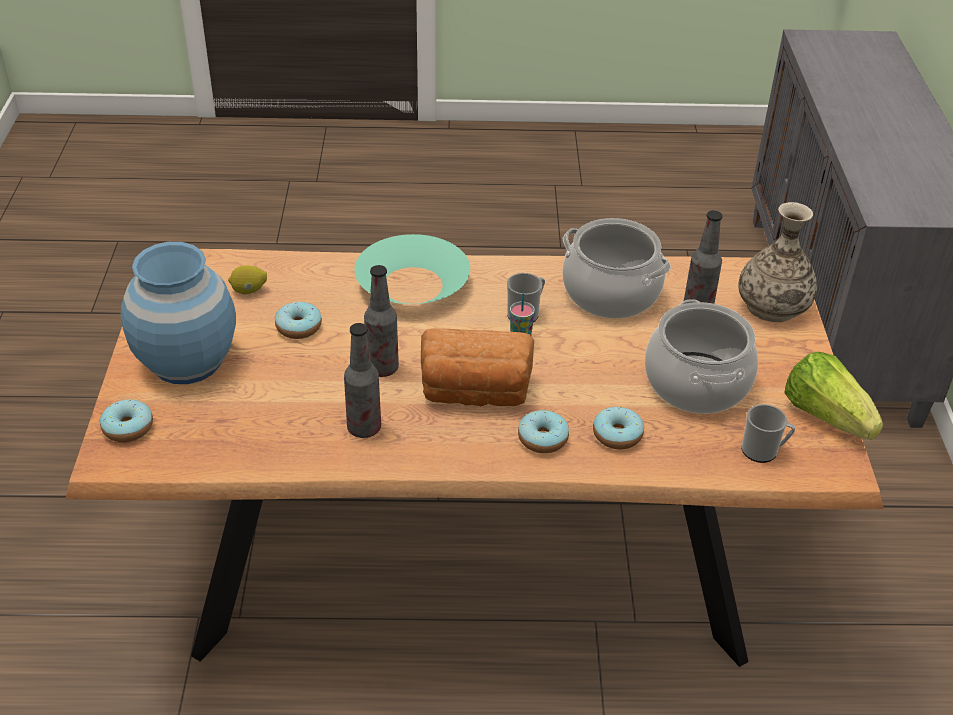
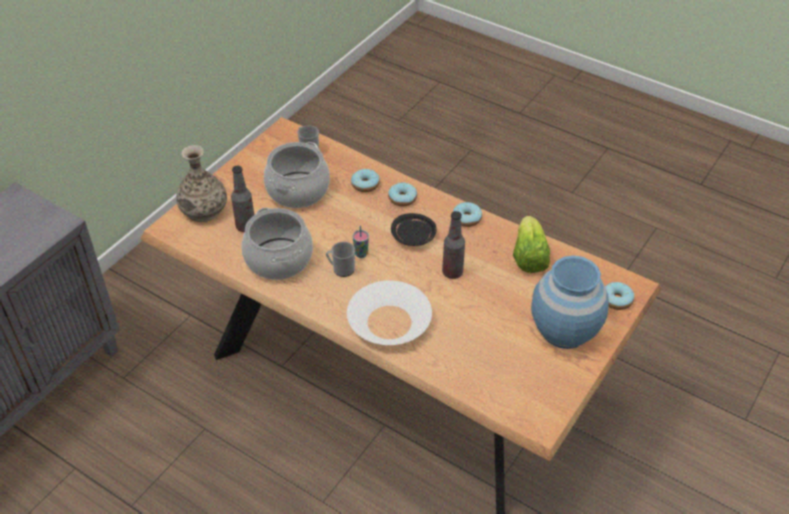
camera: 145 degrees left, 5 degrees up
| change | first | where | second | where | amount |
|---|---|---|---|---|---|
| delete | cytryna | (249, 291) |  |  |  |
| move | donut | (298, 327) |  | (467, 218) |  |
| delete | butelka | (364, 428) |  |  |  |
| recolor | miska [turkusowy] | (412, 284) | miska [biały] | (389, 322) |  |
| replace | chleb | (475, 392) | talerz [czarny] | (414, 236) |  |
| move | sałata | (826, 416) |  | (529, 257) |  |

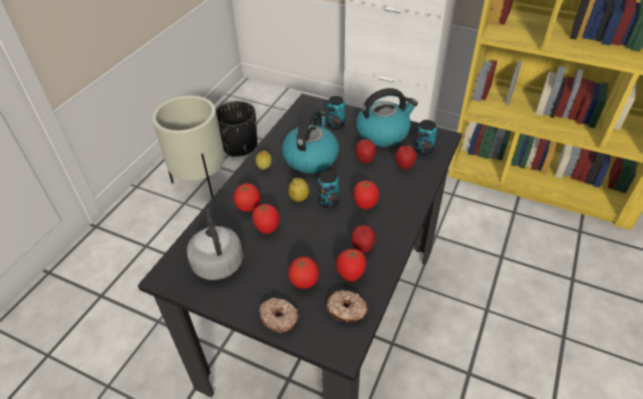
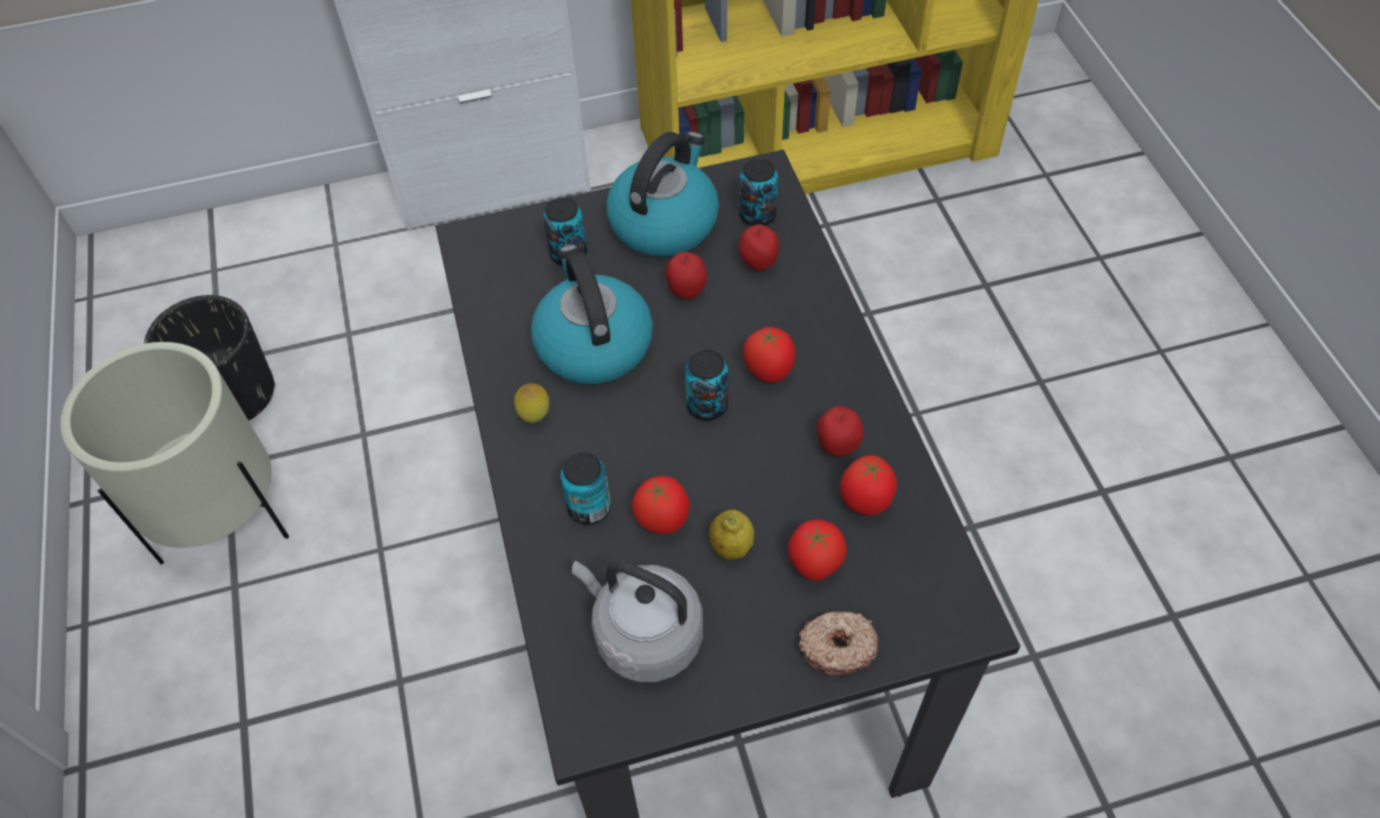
camera: 40 degrees left, 10 degrees up
| change | first | where | second | where | amount |
|---|---|---|---|---|---|
| replace | pomidor | (248, 208) | puszka | (589, 507) |  |
| move | cytryna | (299, 198) |  | (731, 547) |  |
| delete | donut | (346, 310) |  |  |  |

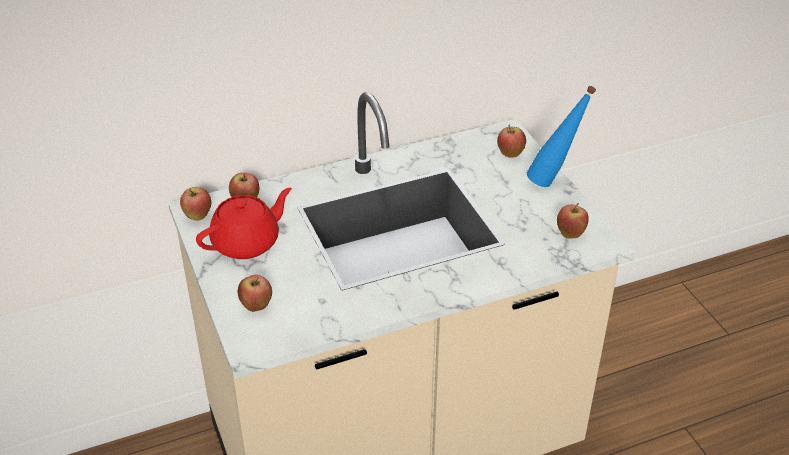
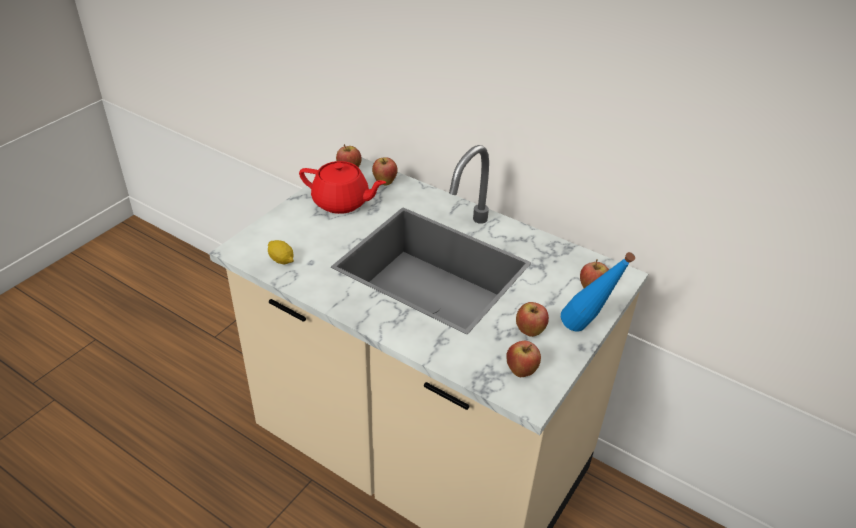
camera: 55 degrees right, 0 degrees up
| change | first | where | second | where | amount |
|---|---|---|---|---|---|
| move | jabłko | (256, 306) |  | (530, 332) |  |
| insert |  |  | cytryna | (281, 260) |  |

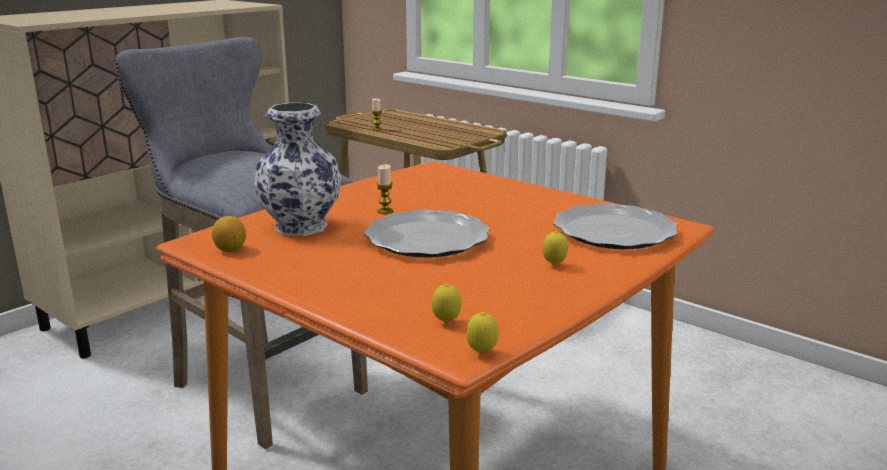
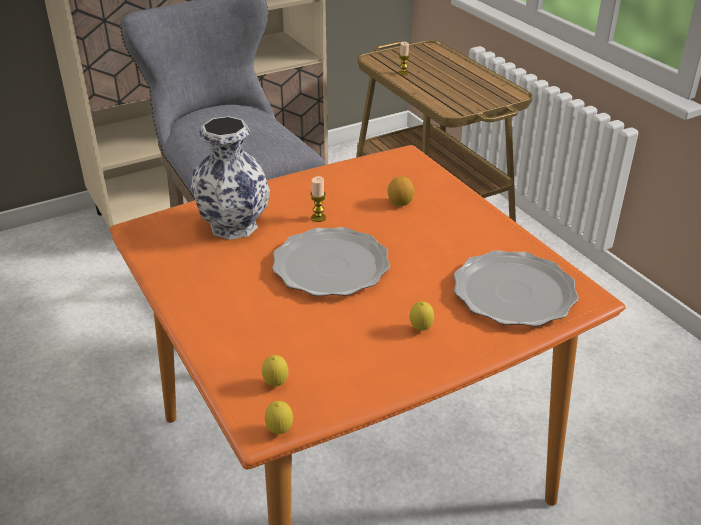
camera: 20 degrees right, 15 degrees up
| change | first | where | second | where | amount |
|---|---|---|---|---|---|
| move | cytryna | (230, 249) |  | (400, 203) |  |

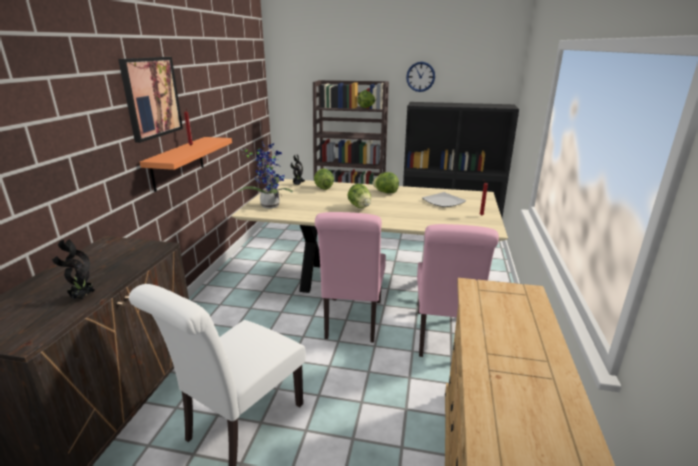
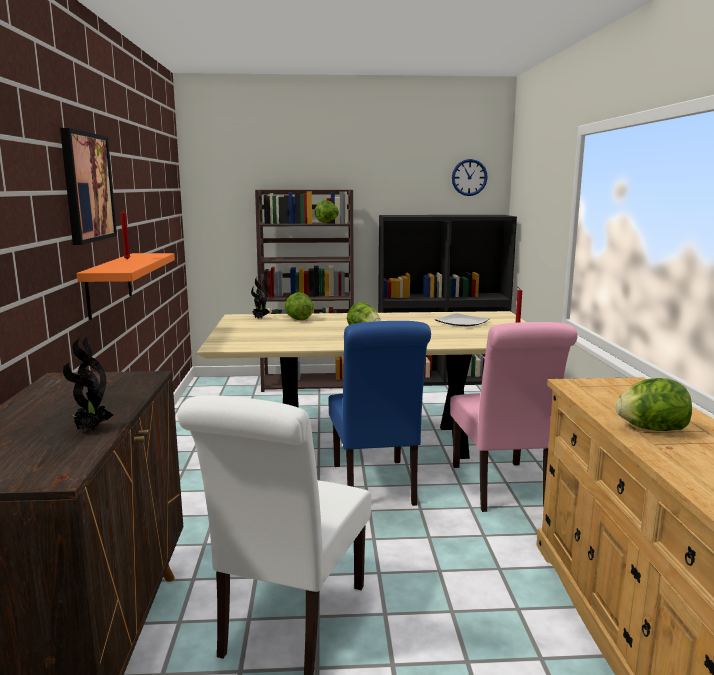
camera: 15 degrees left, 10 degrees down
| change | first | where | second | where | amount |
|---|---|---|---|---|---|
| delete | roślina doniczkowa | (270, 205) |  |  |  |
| recolor | krzesło [różowy] | (352, 322) | krzesło [niebieski] | (375, 487) |  |
| move | sałata | (385, 192) |  | (651, 429) |  |
| move | zegar ścienny | (420, 76) |  | (469, 177) |  |

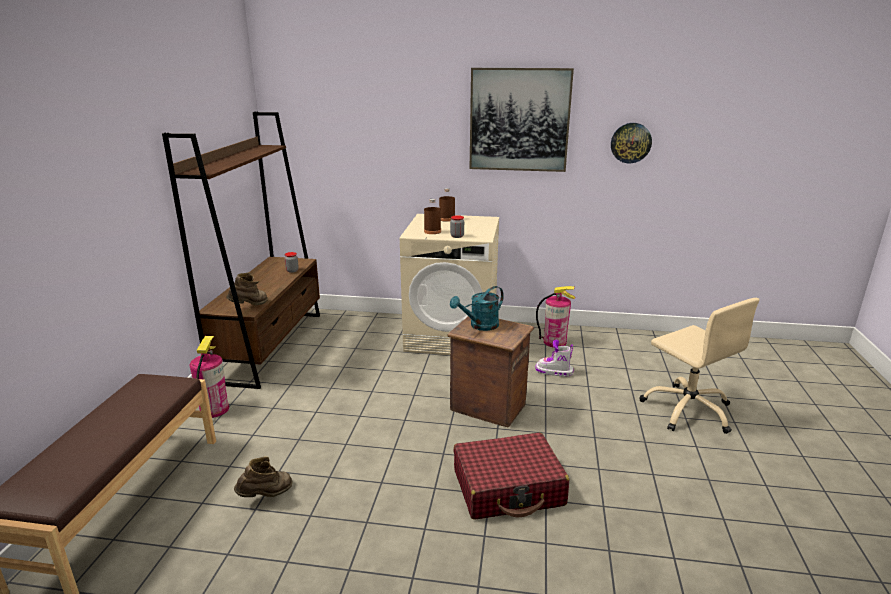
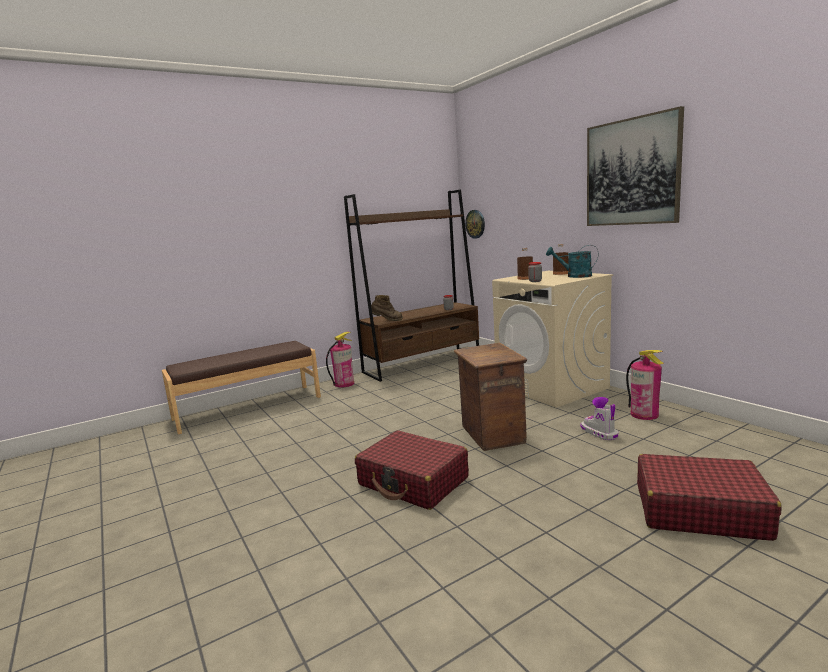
camera: 50 degrees right, 10 degrees down
| change | first | where | second | where | amount |
|---|---|---|---|---|---|
| delete | but z cholewką [brązowy] | (266, 495) |  |  |  |
| move | konewka [turkusowy] | (480, 326) |  | (574, 276) |  |
| move | zegar ścienny | (630, 143) |  | (475, 224) |  |
| replace | krzesło biurowe [beżowy] | (688, 410) | walizka [czerwony] | (699, 510) |  |

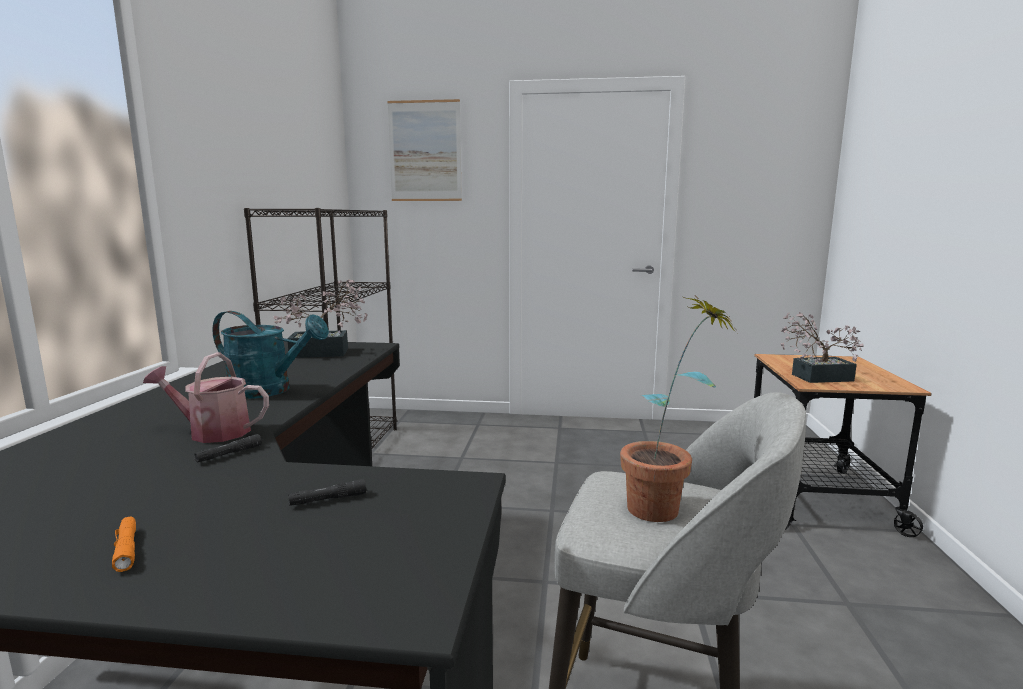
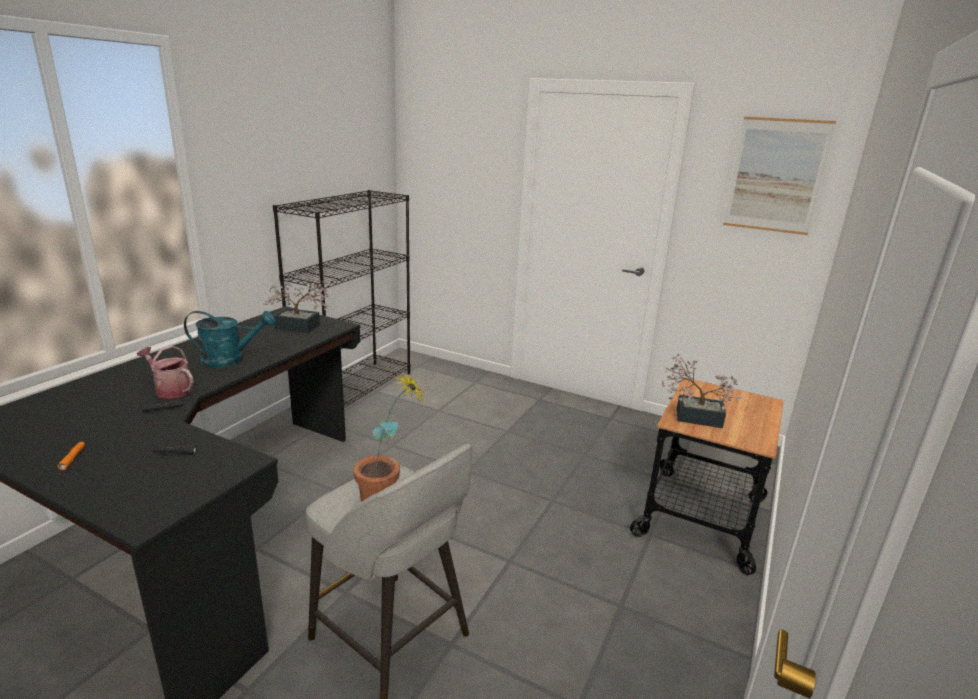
camera: 20 degrees right, 10 degrees up
| change | first | where | second | where | amount |
|---|---|---|---|---|---|
| rotate | konewka [turkusowy] | (269, 391) |  | (230, 360) | 45 degrees counterclockwise |
| move | obraz | (425, 151) |  | (776, 176) |  |

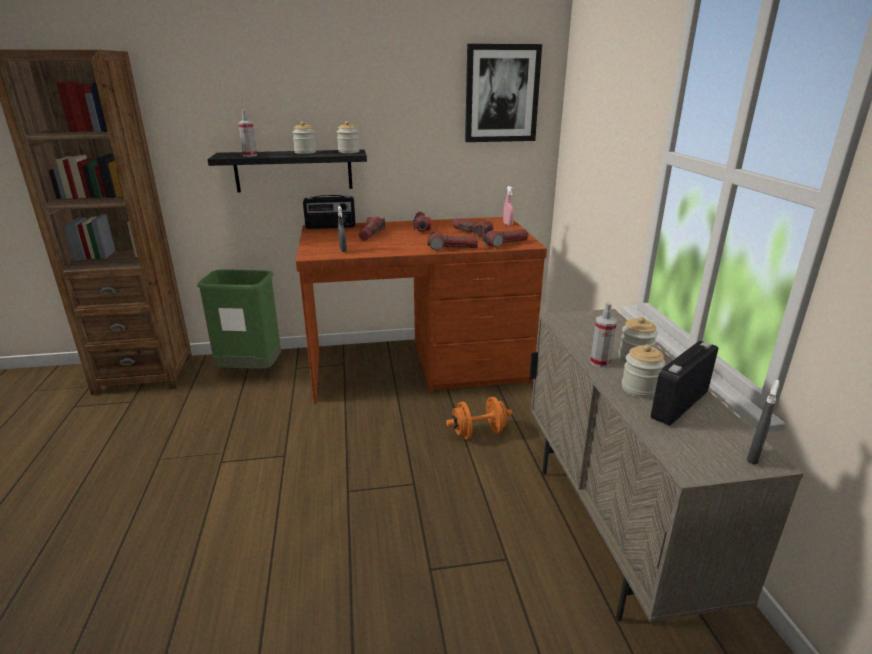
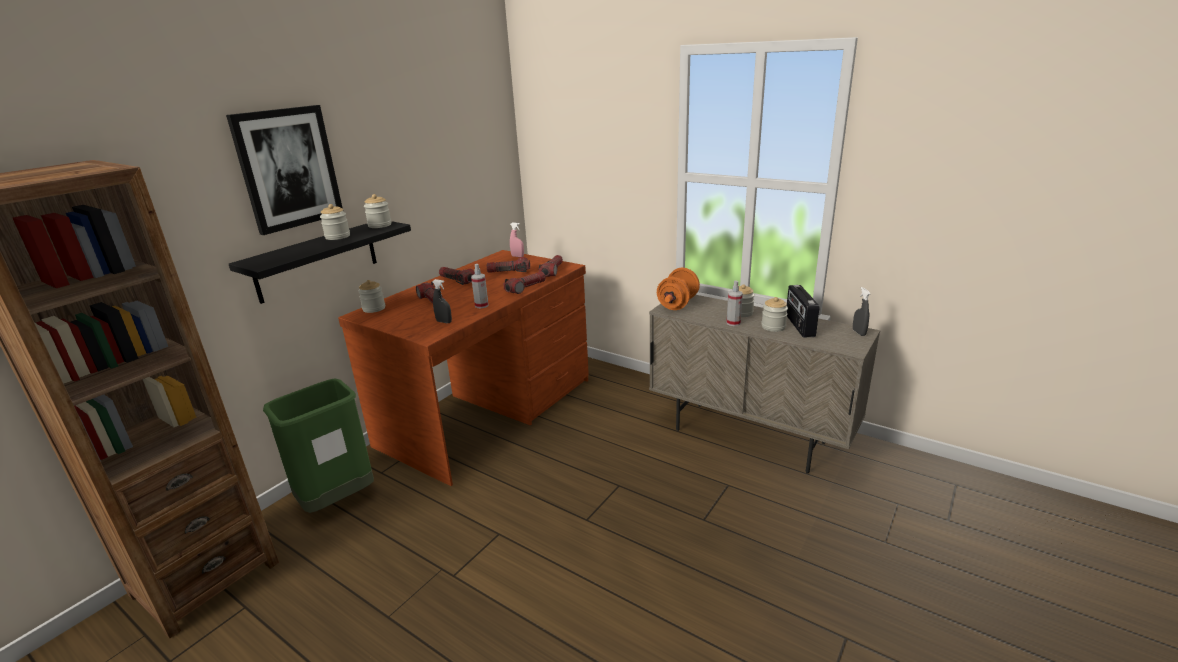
camera: 45 degrees left, 0 degrees up
| change | first | where | second | where | amount |
|---|---|---|---|---|---|
| move | spryskiwacz | (250, 155) |  | (481, 305) |  |
| replace | radio | (330, 227) | słoik | (374, 308) |  |
| move | hantel [pomarańczowy] | (479, 432) |  | (678, 304) |  |
| move | obraz | (501, 94) |  | (288, 168) |  |

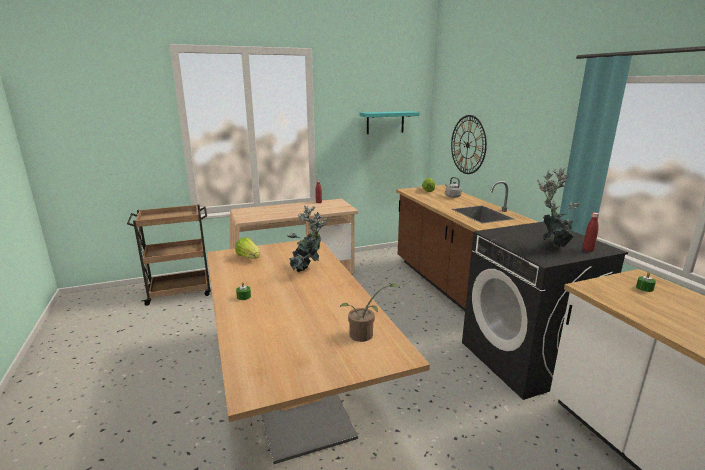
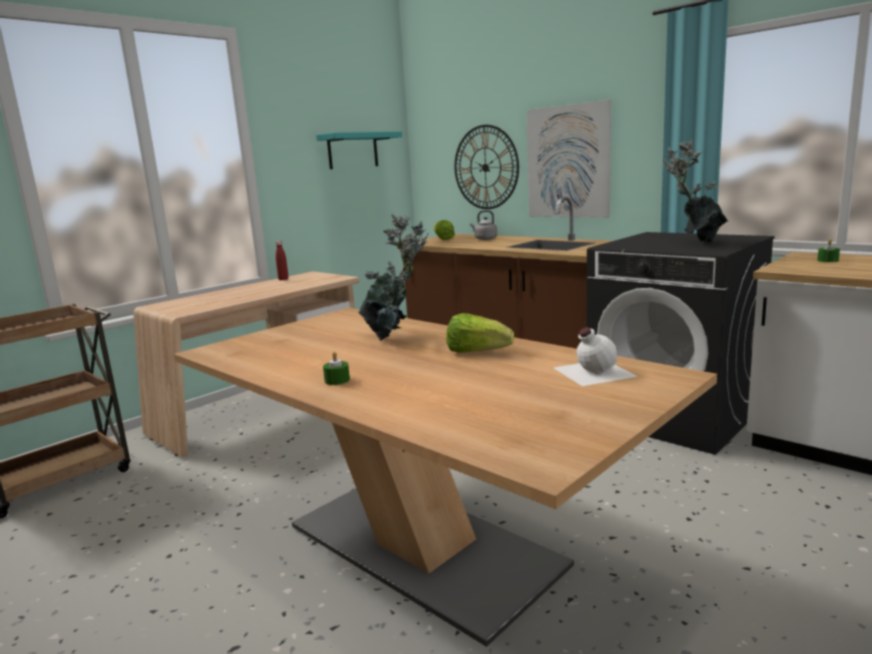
camera: 25 degrees left, 5 degrees down
| change | first | where | second | where | amount |
|---|---|---|---|---|---|
| move | sałata | (249, 257) |  | (477, 352) |  |
| replace | roślina doniczkowa | (364, 335) | butelka [biały] | (592, 371) |  |
| delete | butelka [czerwony] | (588, 250) |  |  |  |
| insert |  |  | obraz | (568, 162) |  |

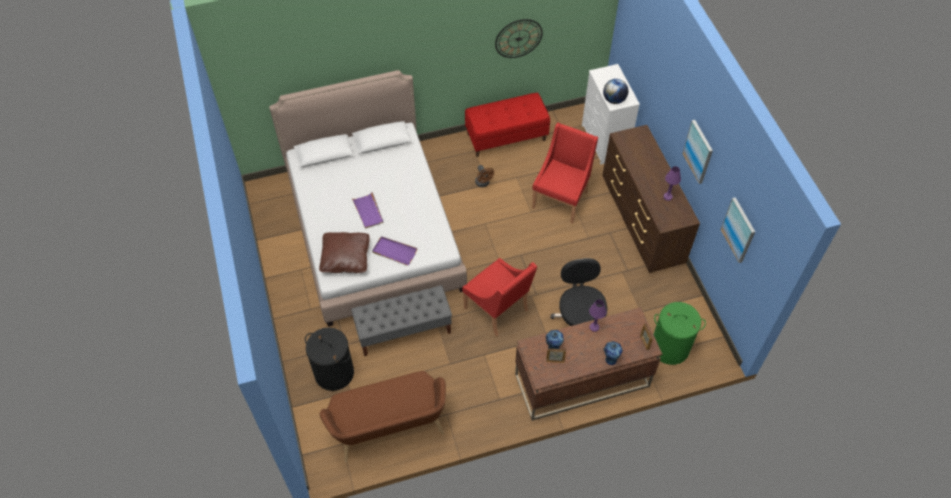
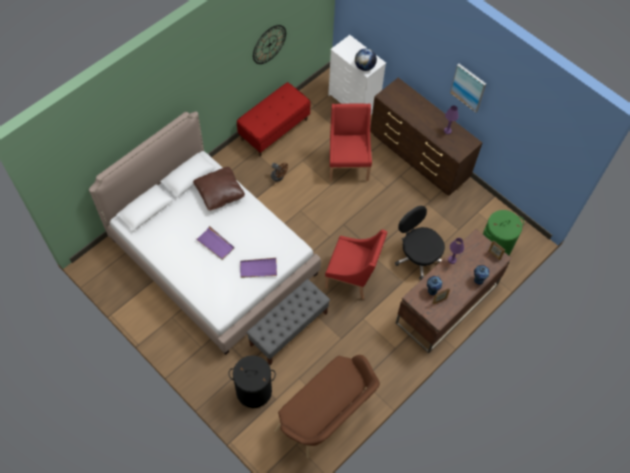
camera: 30 degrees left, 5 degrees up
| change | first | where | second | where | amount |
|---|---|---|---|---|---|
| move | poduszka [brązowy] | (345, 258) |  | (219, 193) |  |
| delete | obraz | (738, 230) |  |  |  |

